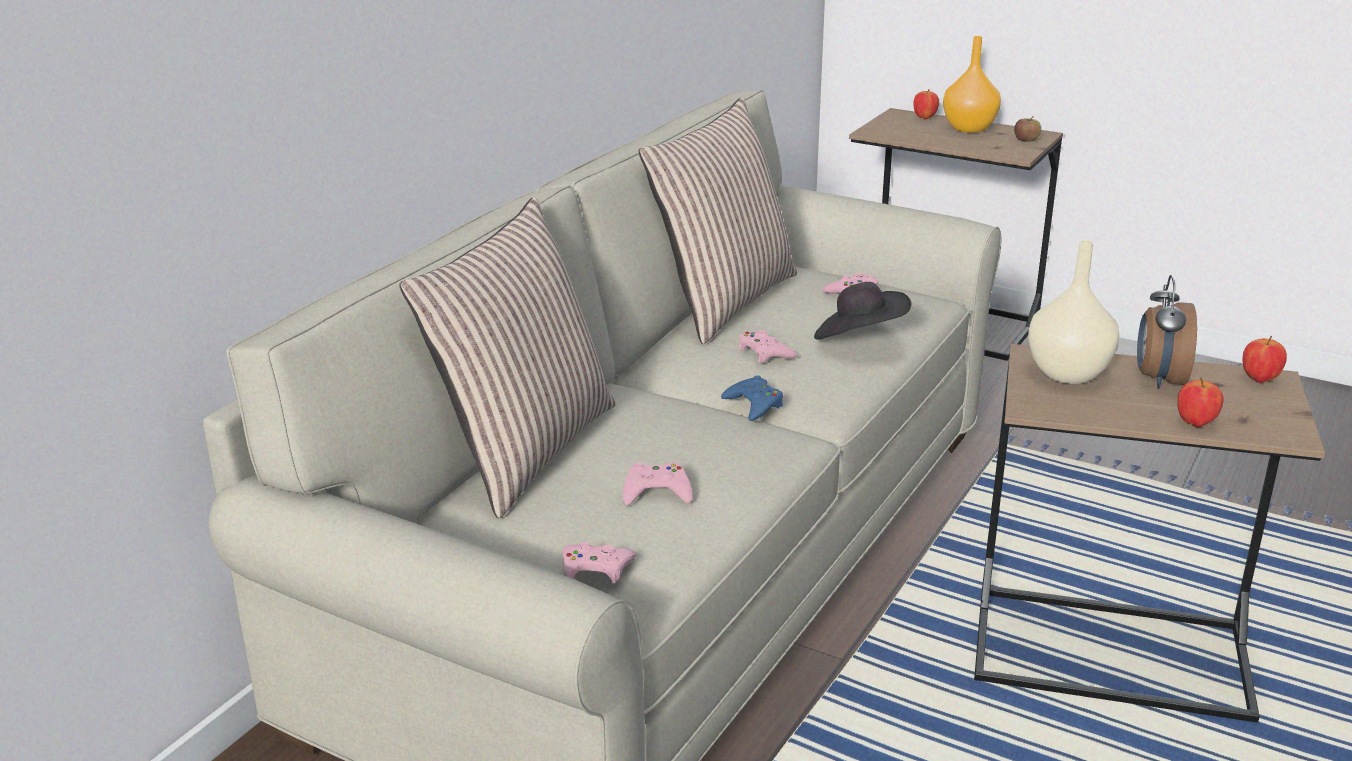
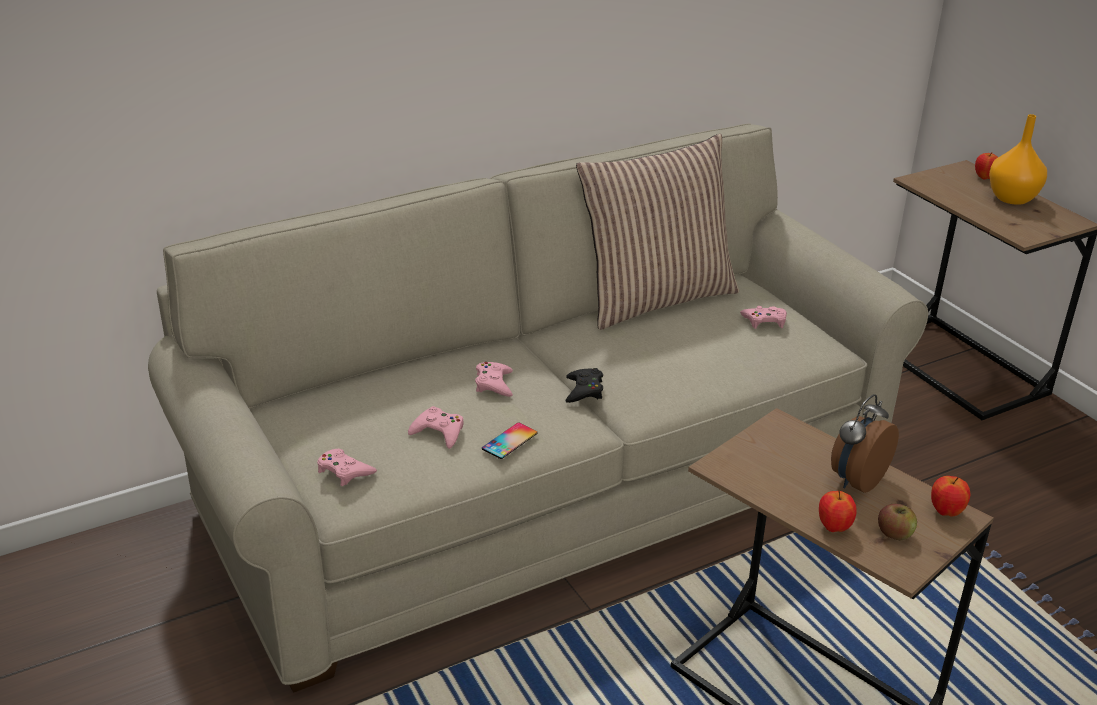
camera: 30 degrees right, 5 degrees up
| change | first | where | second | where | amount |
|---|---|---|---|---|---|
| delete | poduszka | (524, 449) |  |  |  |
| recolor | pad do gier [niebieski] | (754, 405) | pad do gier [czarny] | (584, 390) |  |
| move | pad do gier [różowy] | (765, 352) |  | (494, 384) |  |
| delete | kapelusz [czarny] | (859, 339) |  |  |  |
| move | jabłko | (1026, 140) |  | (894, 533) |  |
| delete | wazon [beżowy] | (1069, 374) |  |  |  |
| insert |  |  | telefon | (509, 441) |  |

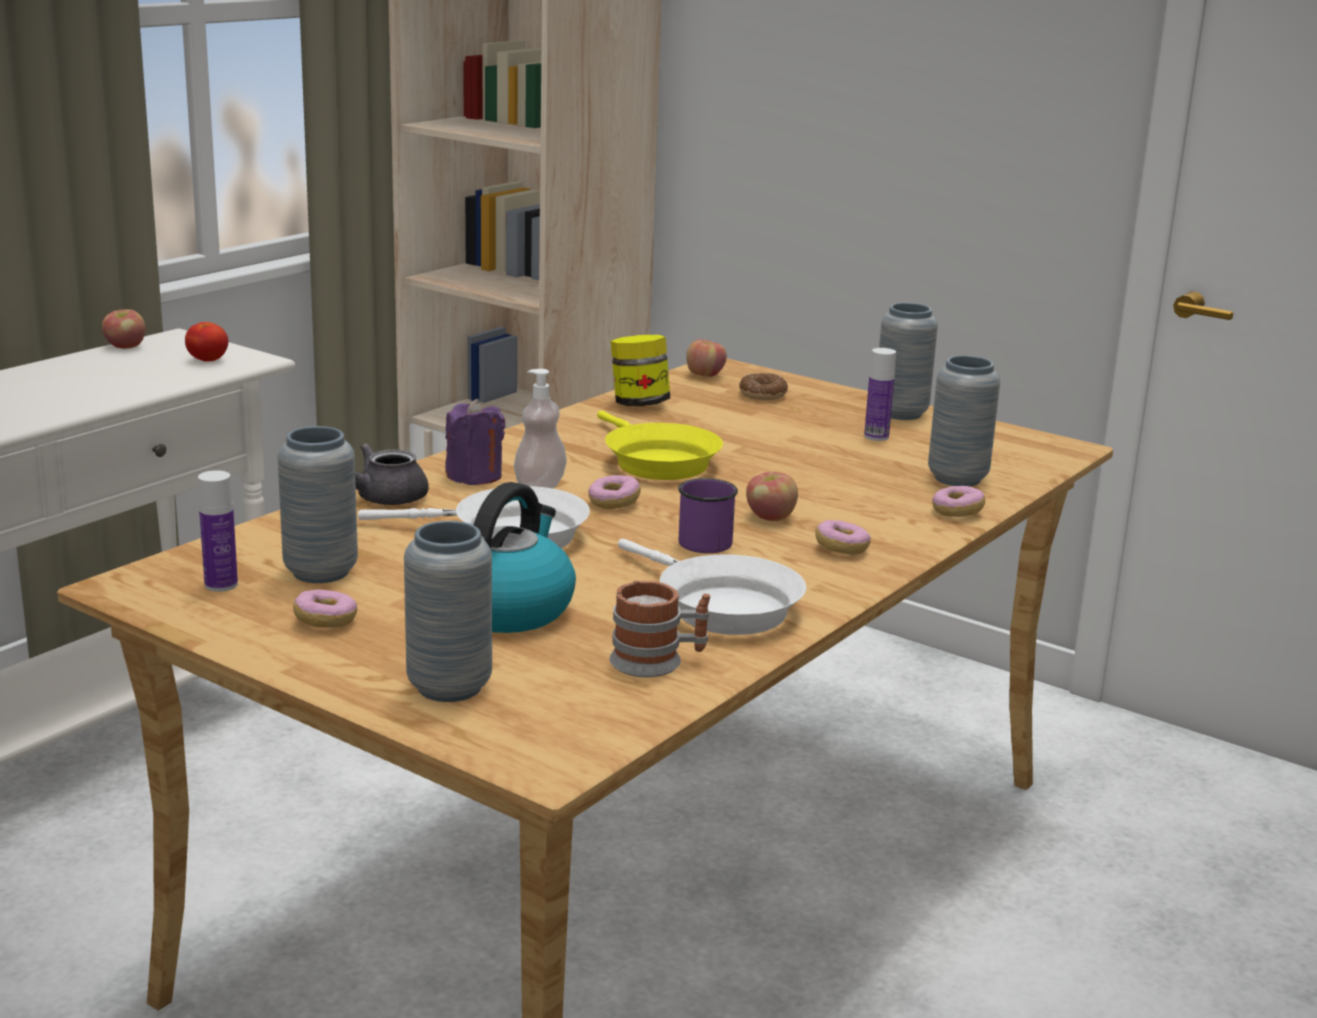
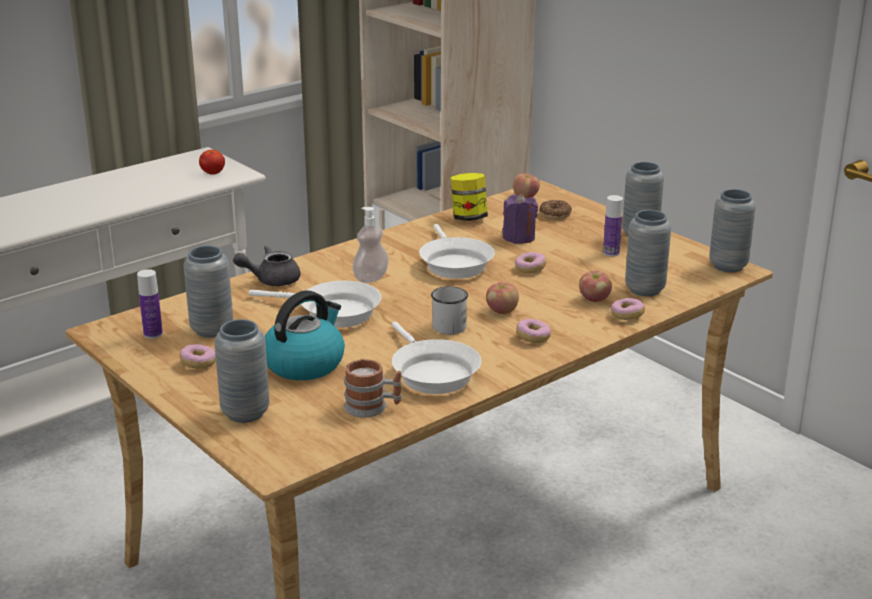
camera: 15 degrees right, 5 degrees up
| change | first | where | second | where | amount |
|---|---|---|---|---|---|
| move | jabłko | (125, 347) |  | (594, 299) |  |
| move | świeca [fioletowy] | (474, 476) |  | (519, 238) |  |
| move | donut | (614, 503) |  | (530, 269) |  |
| recolor | patelnia [żółty] | (656, 461) | patelnia [biały] | (454, 264) |  |
| recolor | kubek [fioletowy] | (701, 540) | kubek [biały] | (448, 324) |  |
| insert |  |  | wazon [szary] | (728, 266) |  |

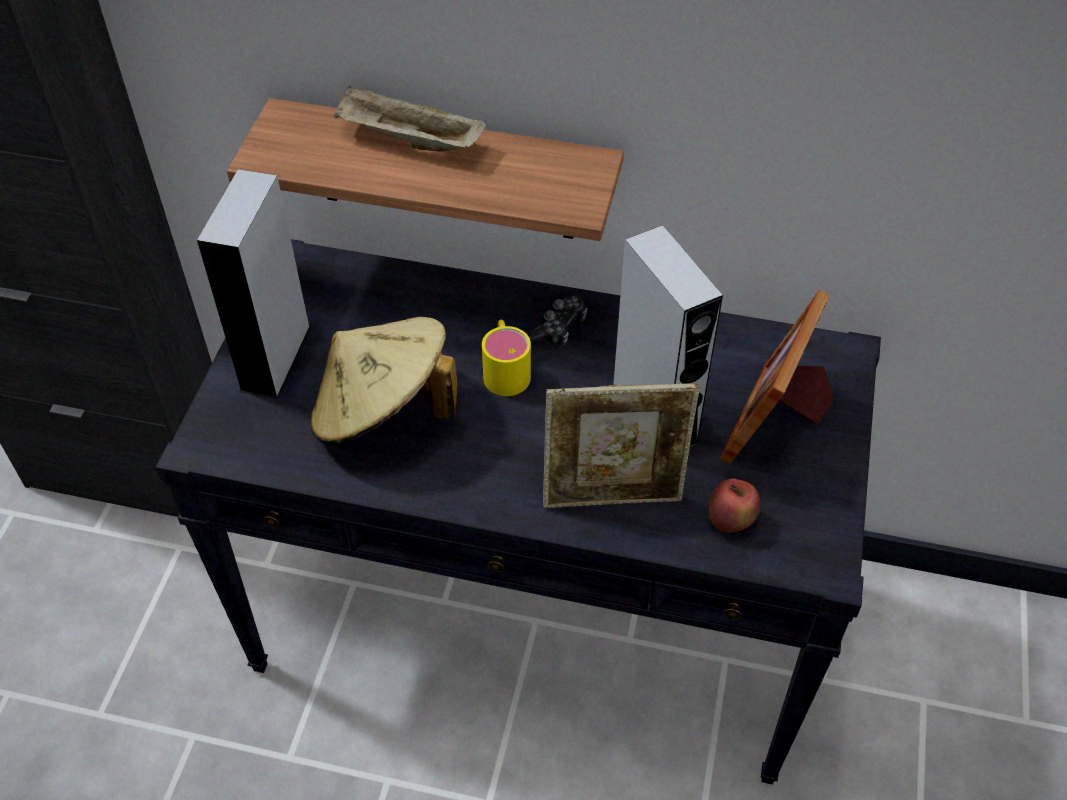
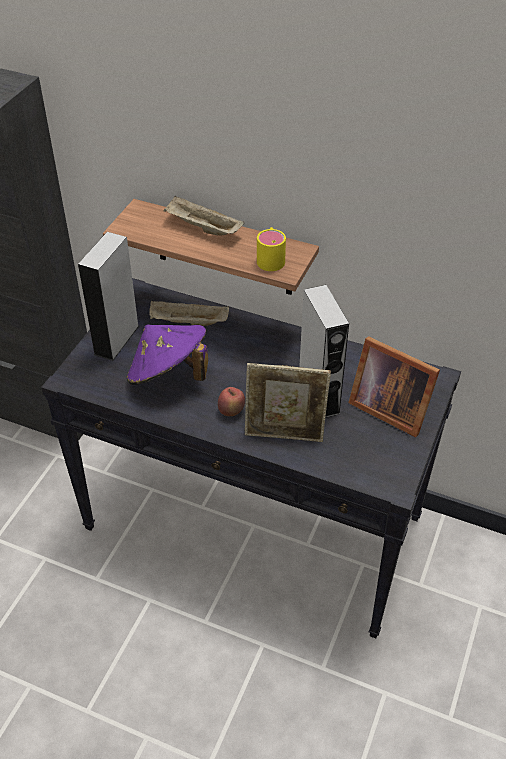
camera: 10 degrees right, 5 degrees down
| change | first | where | second | where | amount |
|---|---|---|---|---|---|
| recolor | kapelusz [beżowy] | (383, 413) | kapelusz [fioletowy] | (168, 375) |  |
| move | kubek [żółty] | (505, 369) |  | (271, 258) |  |
| delete | pad do gier | (558, 328) |  |  |  |
| move | jabłko | (730, 521) |  | (231, 411) |  |
| rotate | ramka na zdjęcie | (776, 420) |  | (388, 407) | 90 degrees counterclockwise |
| insert |  |  | taca [beżowy] | (188, 323) |  |

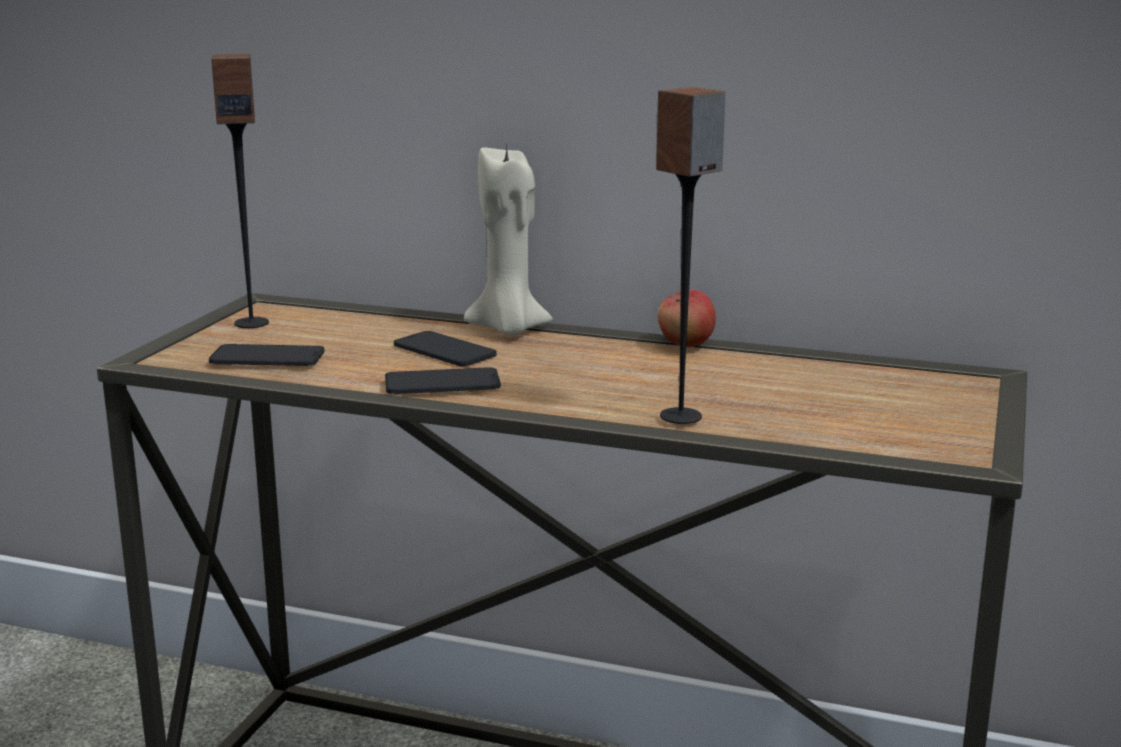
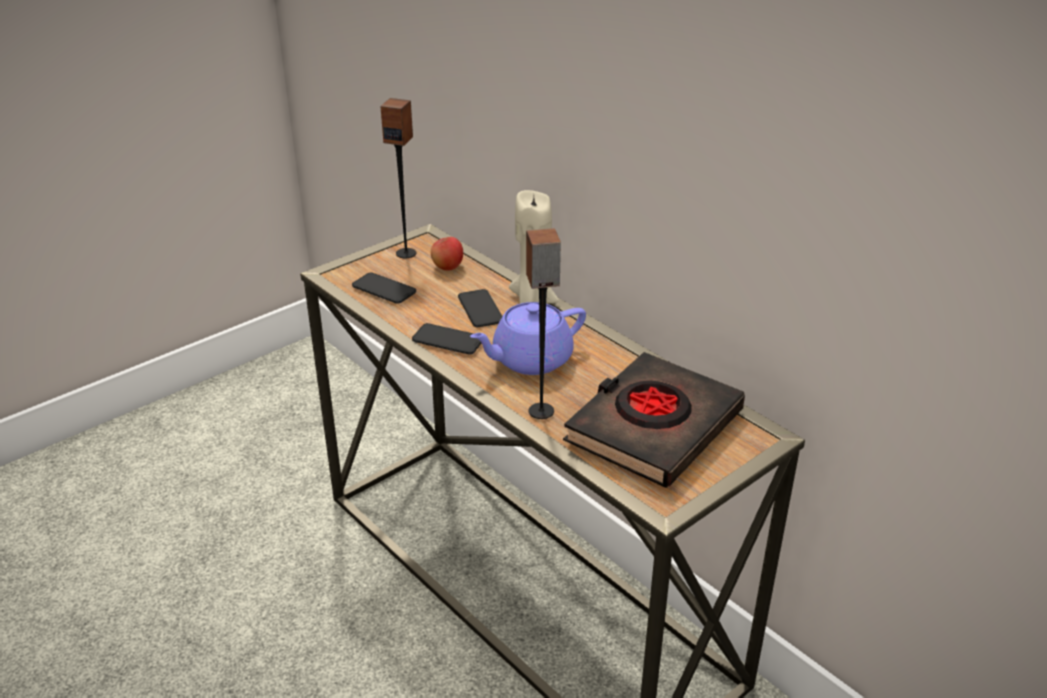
camera: 30 degrees right, 15 degrees up
| change | first | where | second | where | amount |
|---|---|---|---|---|---|
| move | jabłko | (685, 344) |  | (447, 267) |  |
| insert |  |  | imbryk [fioletowy] | (530, 360) |  |
| insert |  |  | książka [czarny] | (653, 427) |  |

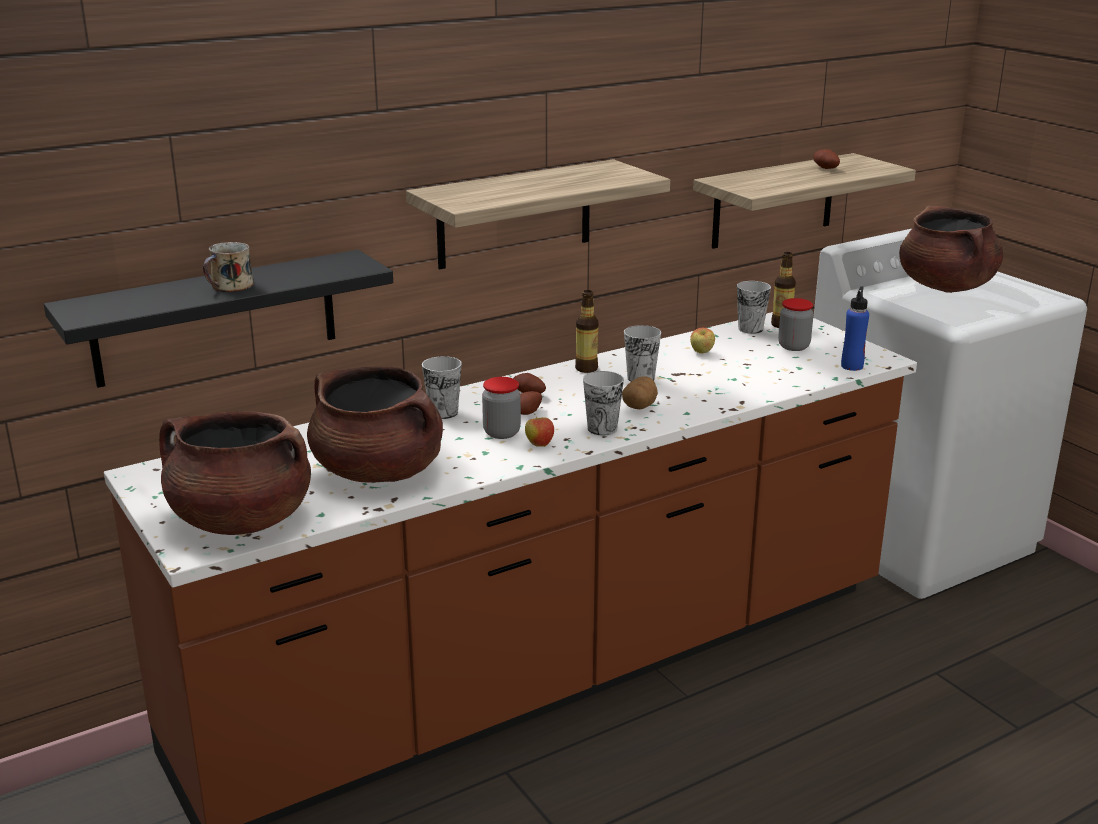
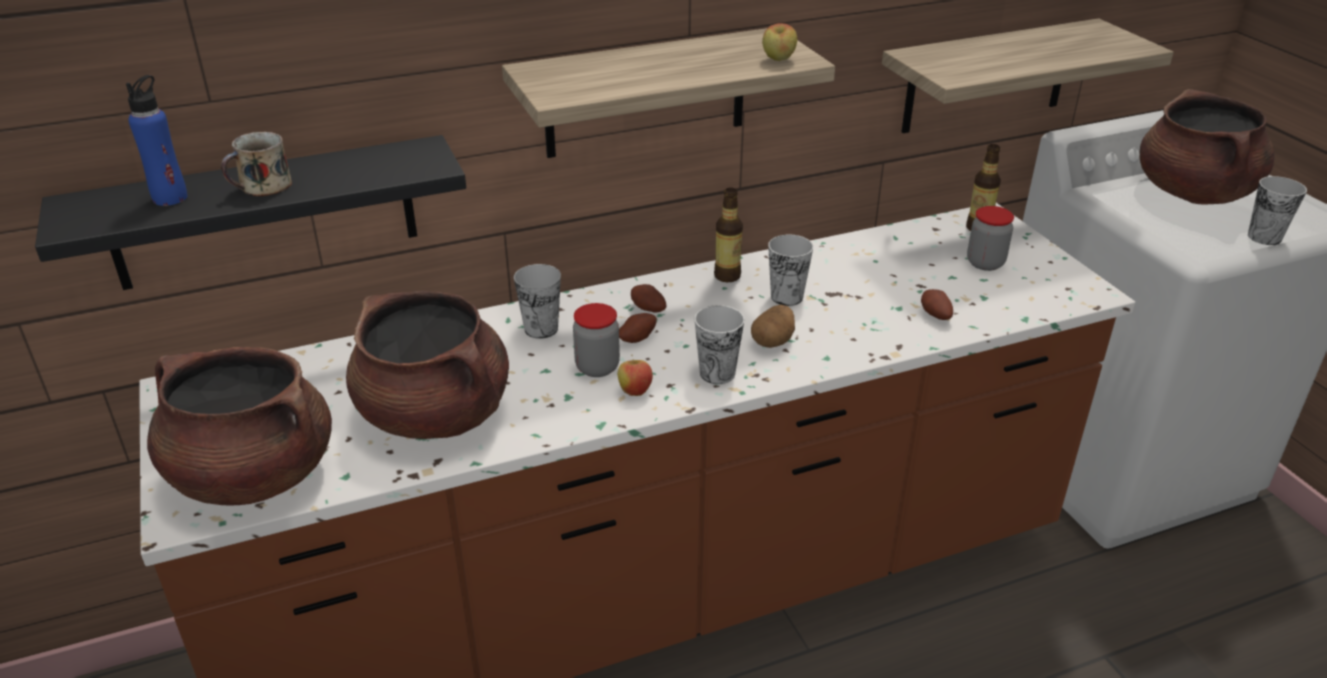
camera: 10 degrees right, 10 degrees up
| change | first | where | second | where | amount |
|---|---|---|---|---|---|
| move | jabłko | (701, 353) |  | (778, 60) |  |
| move | filiżanka | (750, 329) |  | (1264, 237) |  |
| move | ziemniak | (824, 169) |  | (934, 315) |  |
| move | butelka [niebieski] | (852, 366) |  | (170, 198) |  |

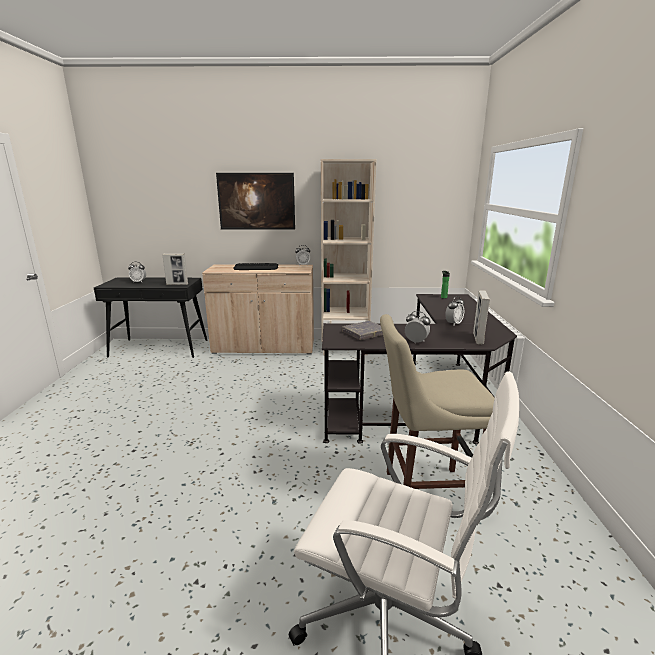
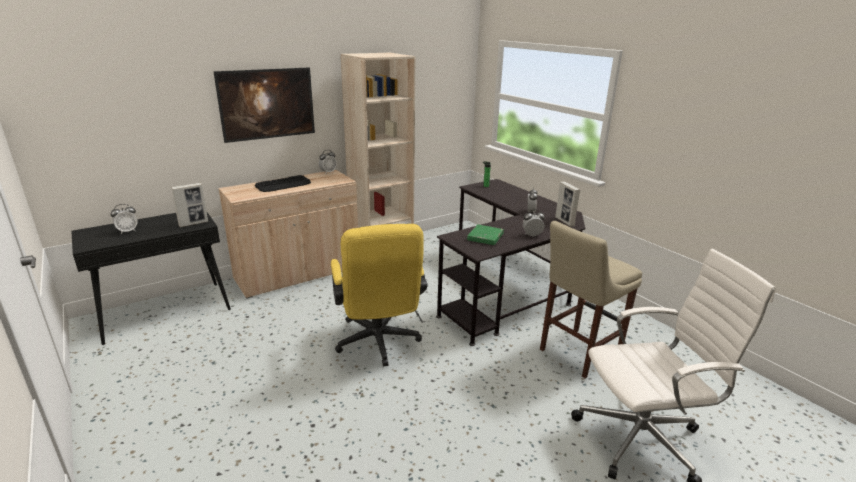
camera: 35 degrees left, 5 degrees up
| change | first | where | second | where | amount |
|---|---|---|---|---|---|
| recolor | książka [szary] | (364, 333) | książka [zielony] | (485, 237) |  |
| insert |  |  | krzesło biurowe [żółty] | (378, 344) |  |

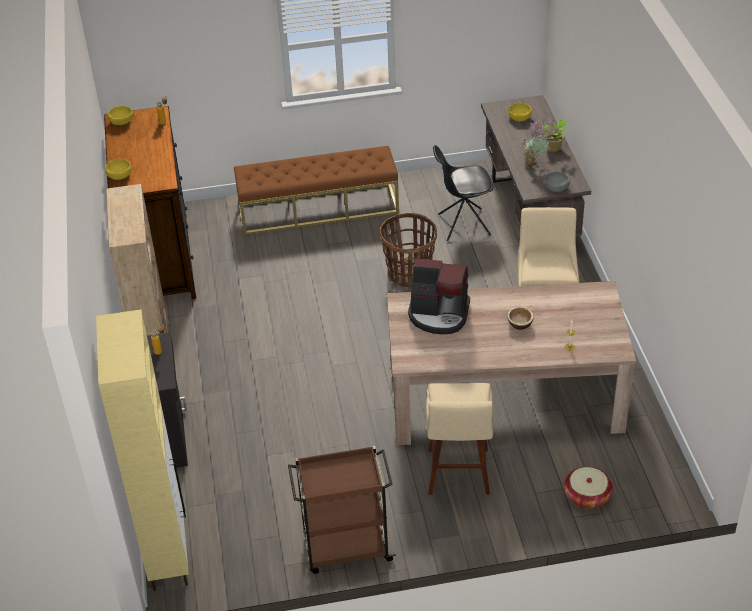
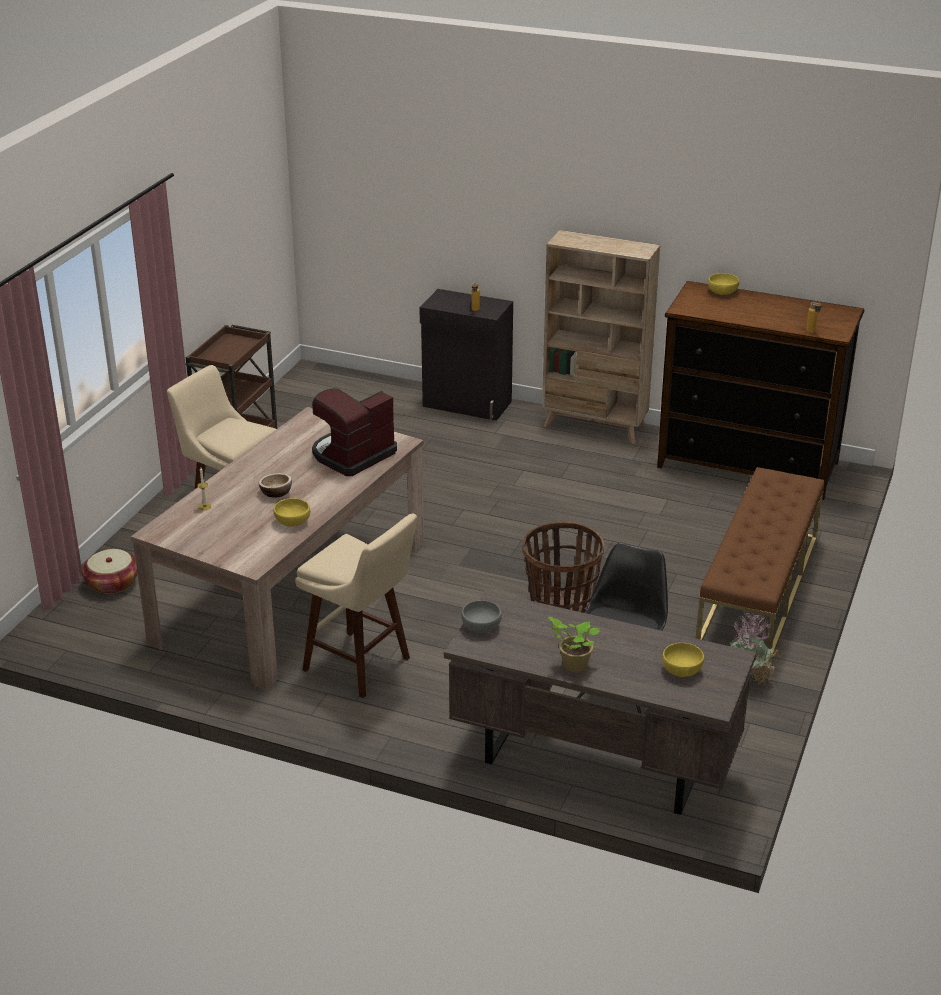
camera: 120 degrees right, 10 degrees down
| change | first | where | second | where | amount |
|---|---|---|---|---|---|
| delete | szafka [beżowy] | (168, 554) |  |  |  |
| move | miska [żółty] | (122, 121) |  | (292, 521) |  |
| move | roślina doniczkowa | (536, 165) |  | (751, 682) |  |

